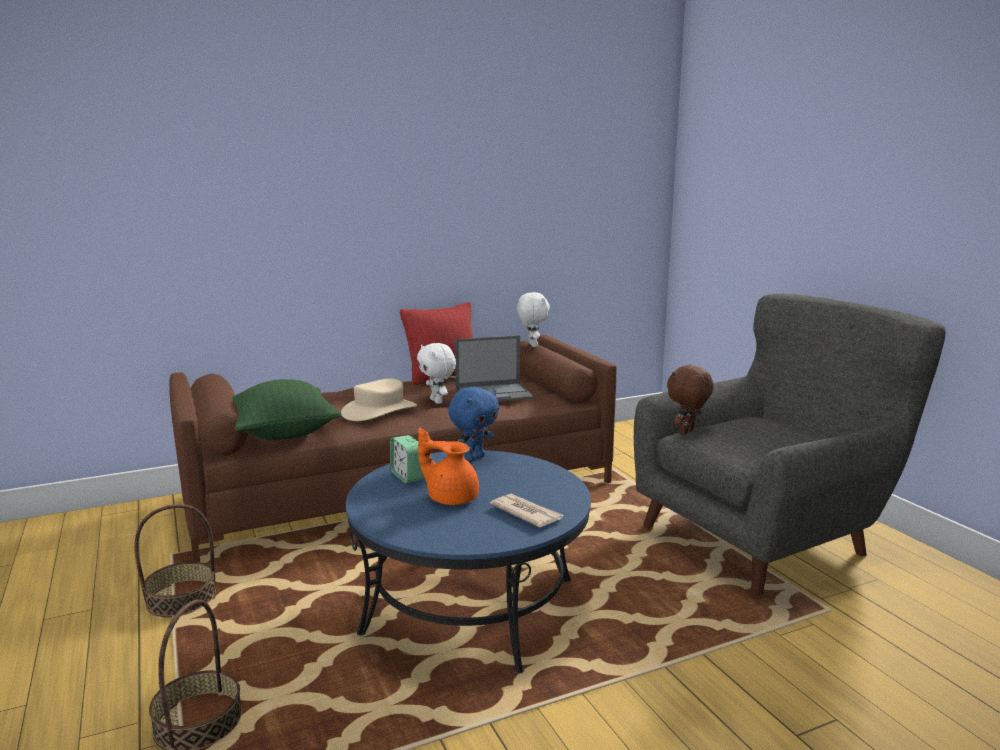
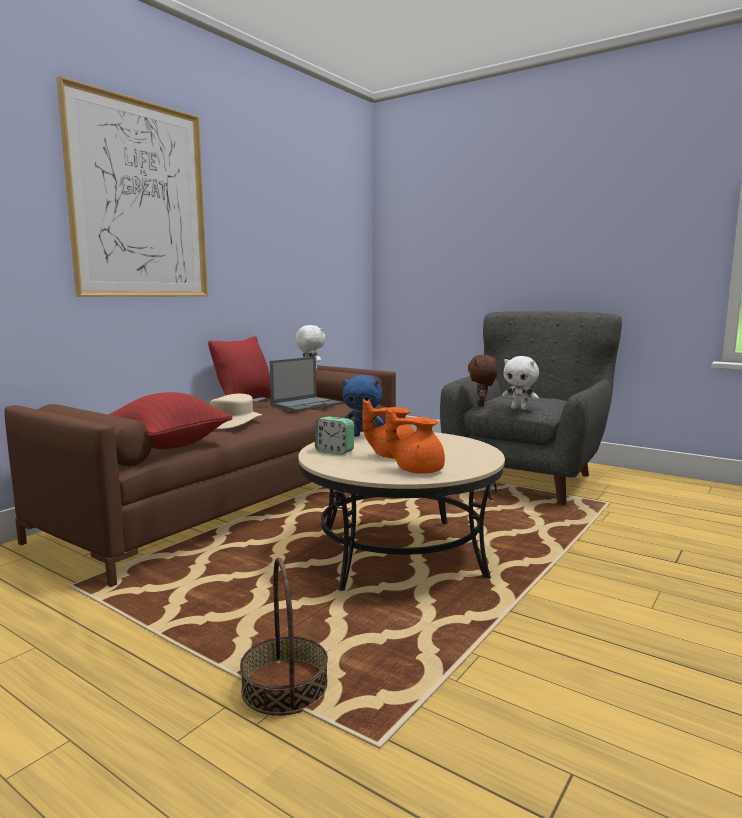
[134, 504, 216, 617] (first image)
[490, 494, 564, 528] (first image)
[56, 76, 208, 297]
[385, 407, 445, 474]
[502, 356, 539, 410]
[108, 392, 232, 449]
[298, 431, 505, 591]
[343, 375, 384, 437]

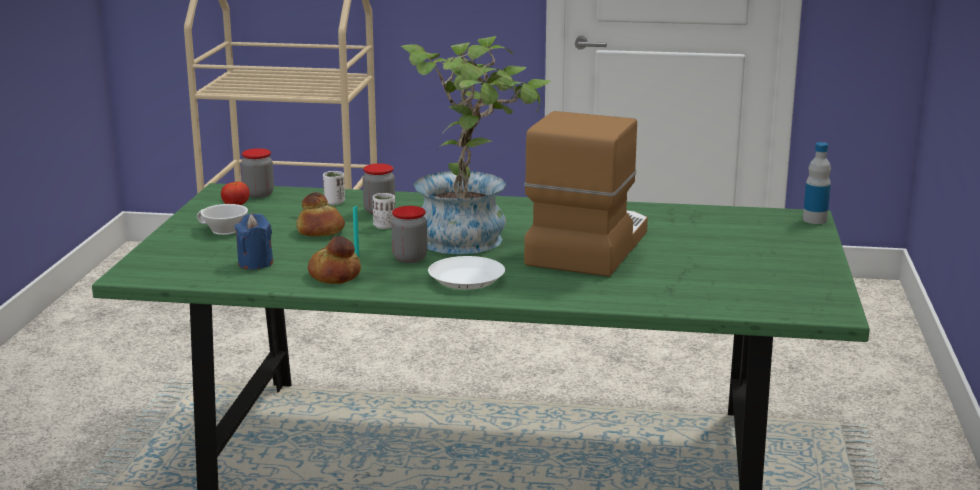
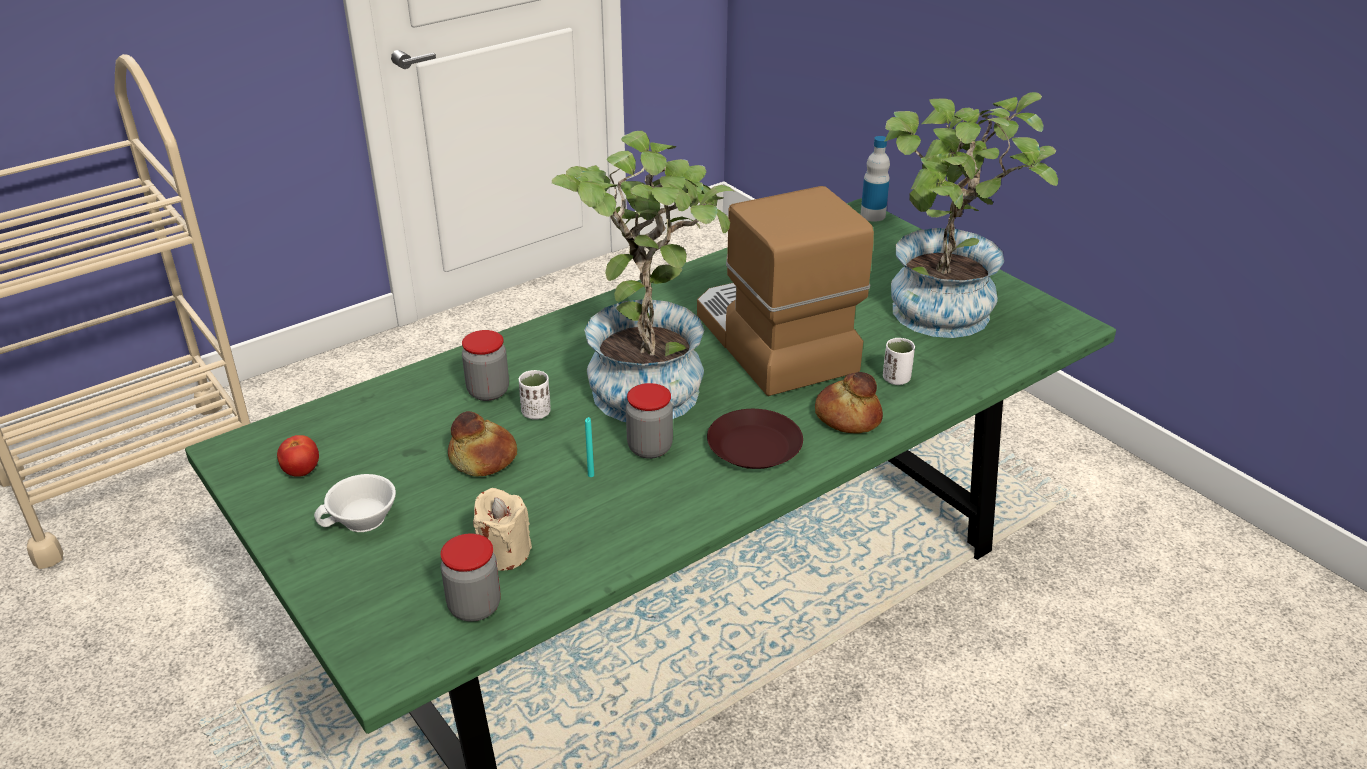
[884, 92, 1058, 338]
[441, 533, 500, 622]
[815, 372, 883, 433]
[883, 338, 915, 385]
[473, 488, 532, 571]
[707, 409, 803, 469]

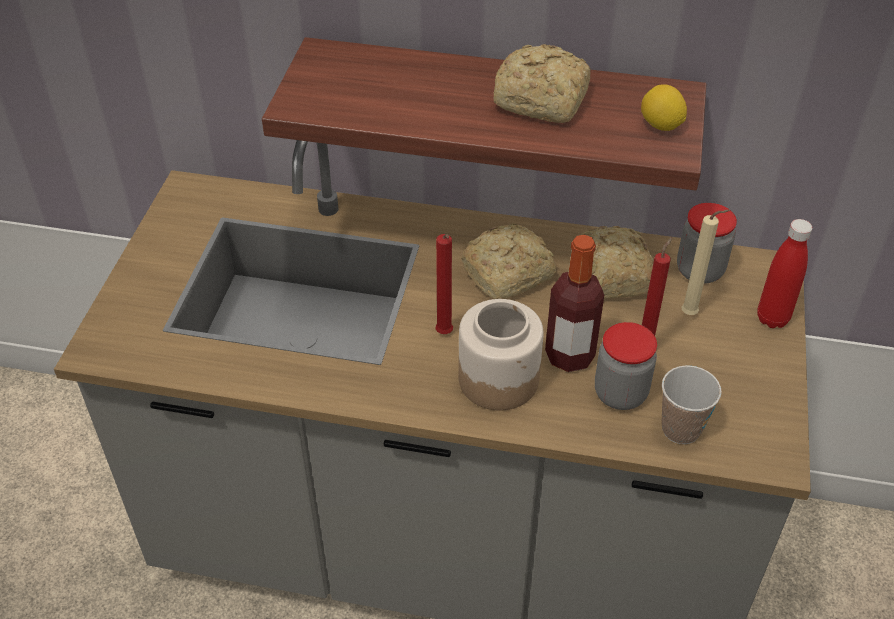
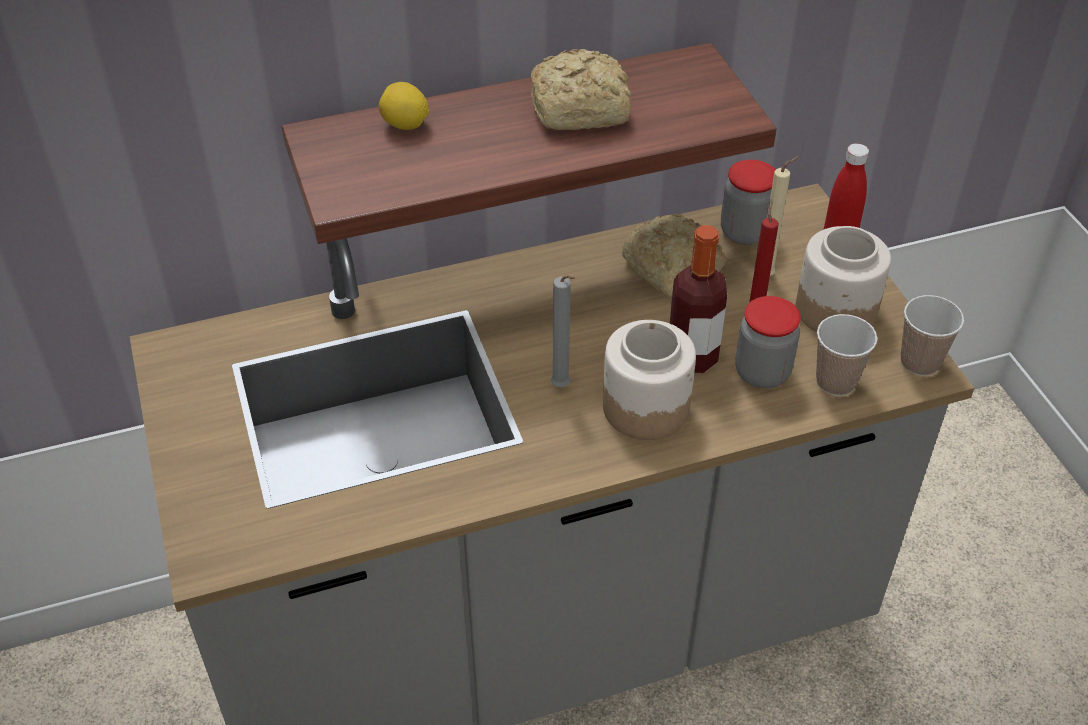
[461, 224, 556, 299] (first image)
[796, 226, 891, 332]
[901, 295, 964, 376]
[379, 82, 430, 130]
[551, 275, 575, 387]

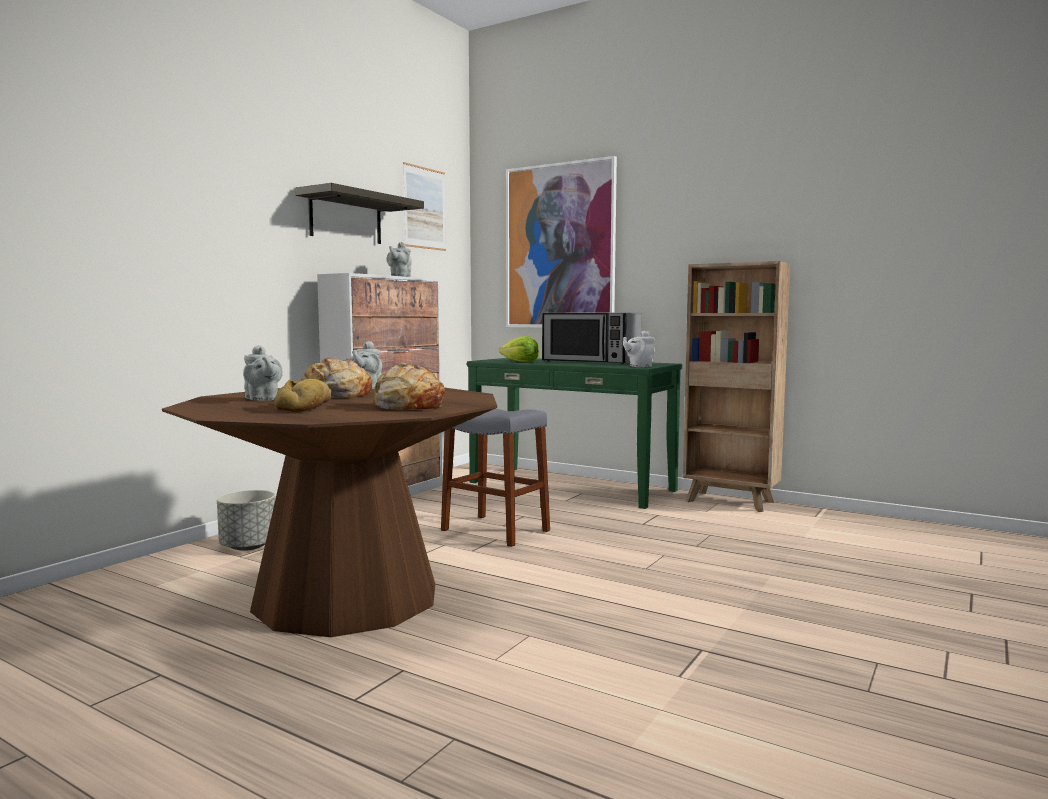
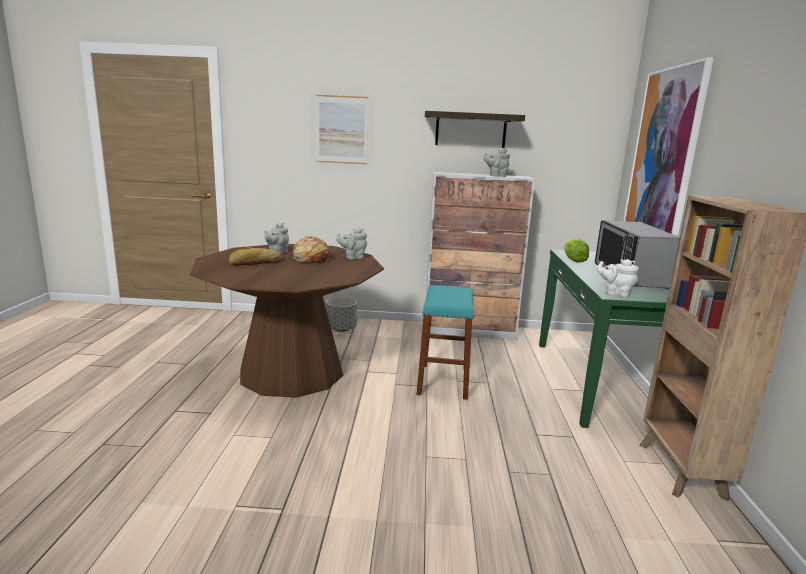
[372, 363, 445, 410] (first image)
[316, 95, 368, 164]
[417, 285, 474, 400]

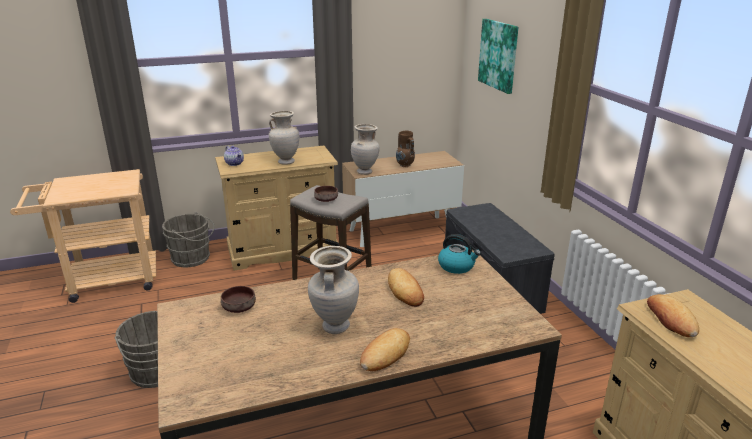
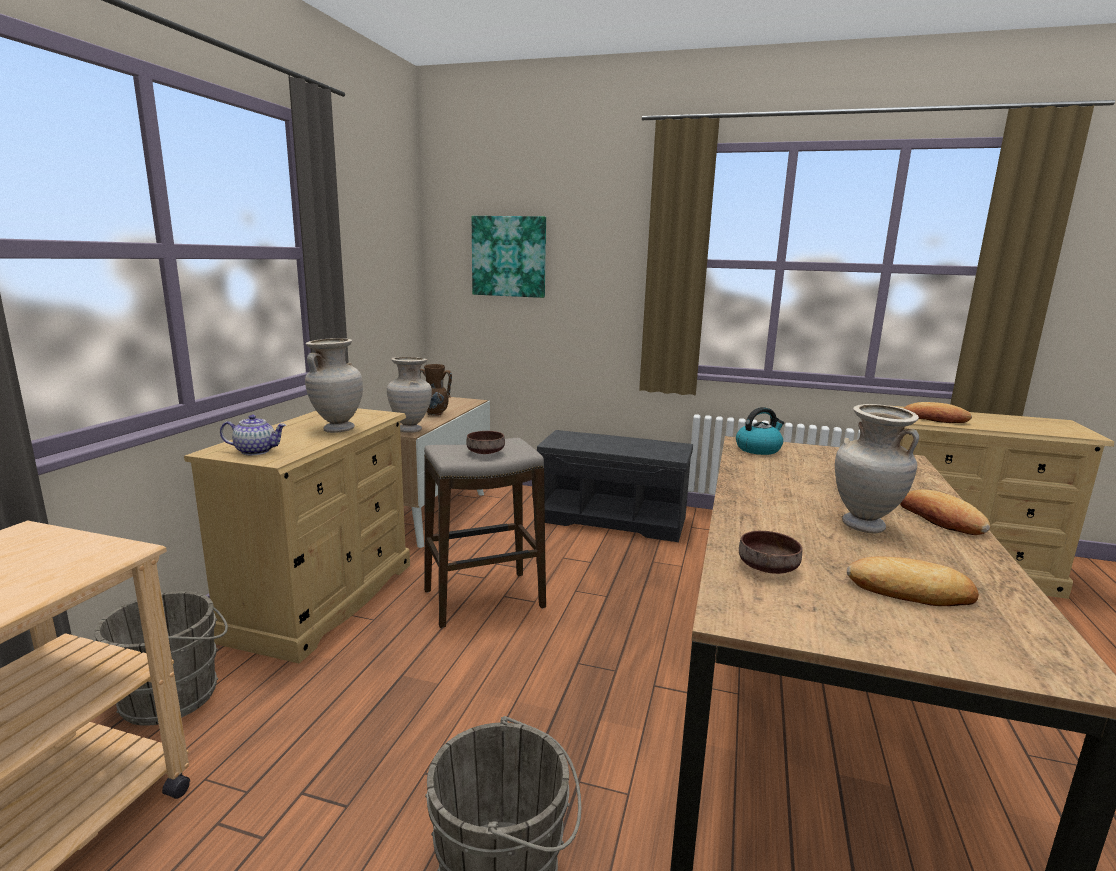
[847, 556, 979, 606]

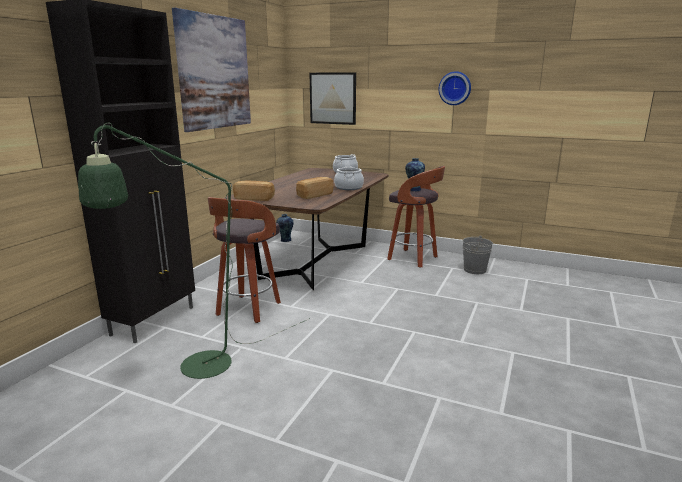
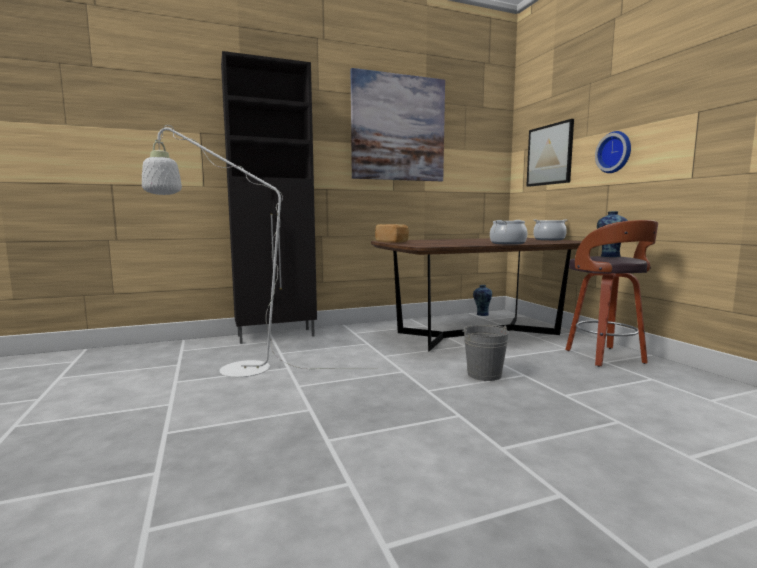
[208, 197, 281, 323] (first image)
[296, 177, 334, 199] (first image)
[595, 131, 631, 173]
[463, 325, 509, 381]
[142, 125, 378, 377]

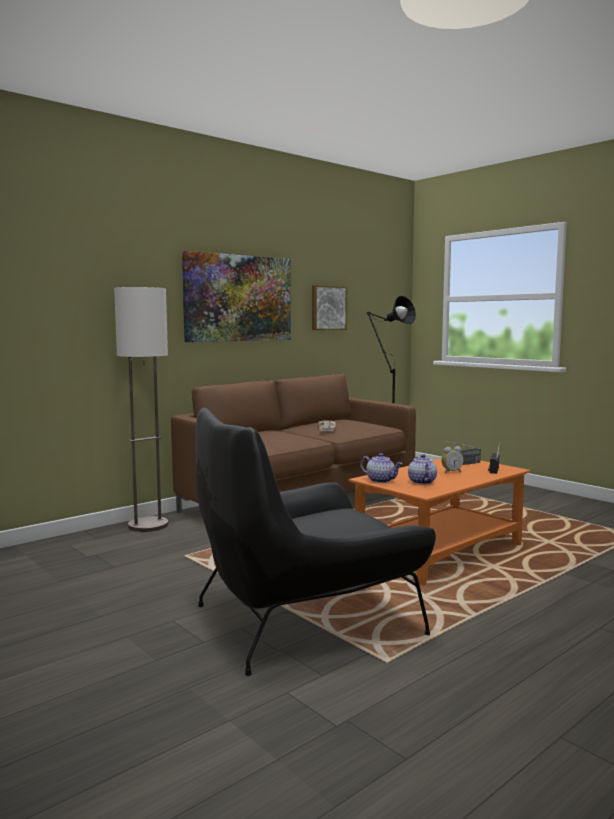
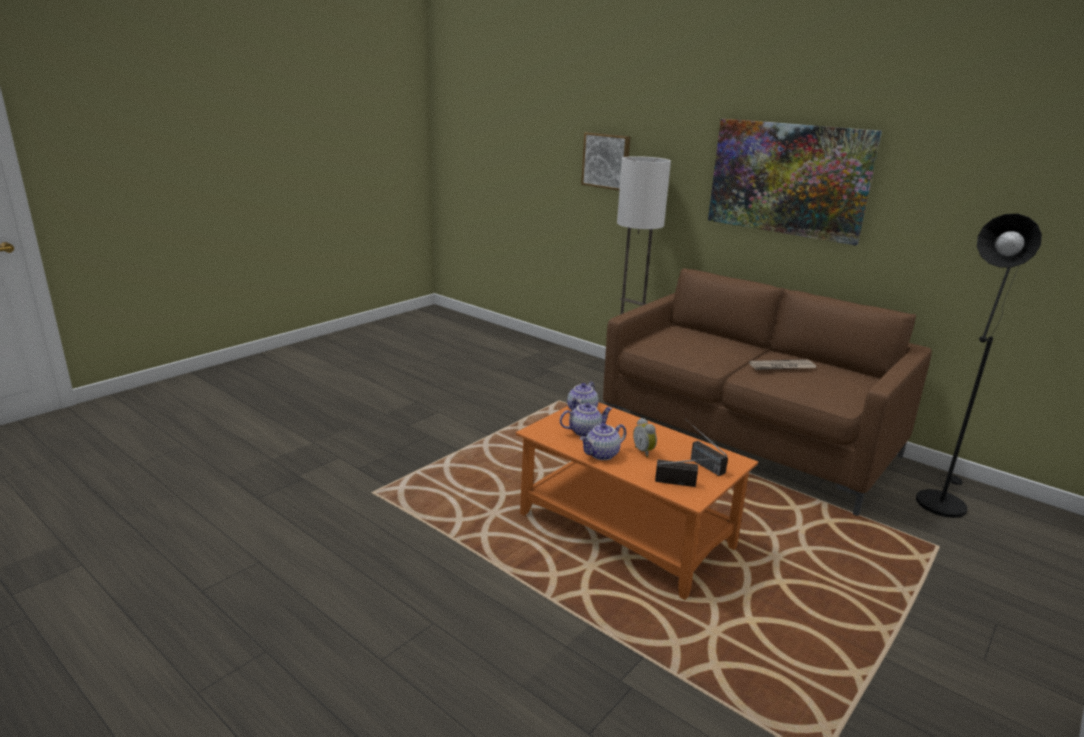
[196, 408, 436, 676] (first image)
[580, 423, 627, 460]
[581, 132, 630, 190]

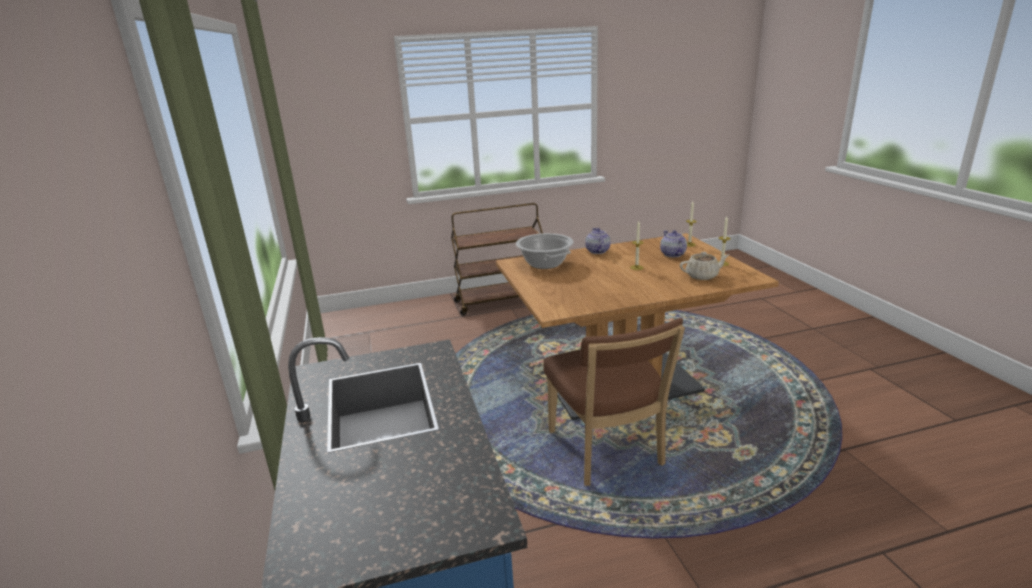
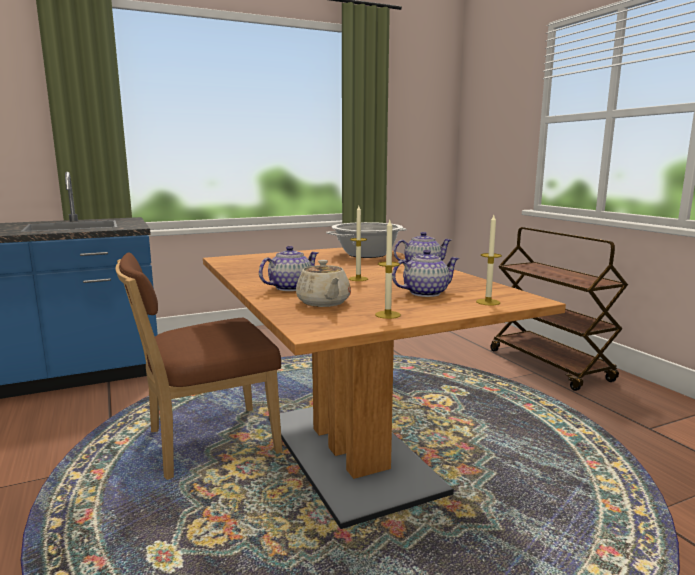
[259, 246, 318, 291]

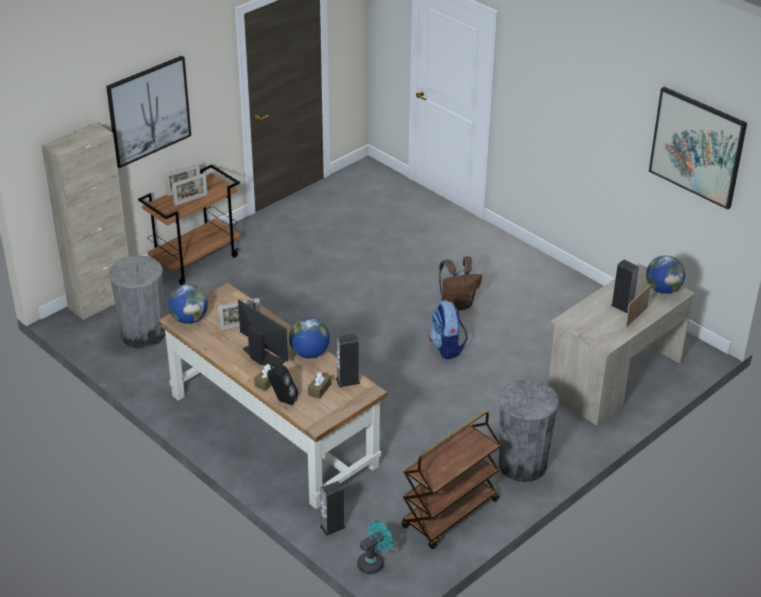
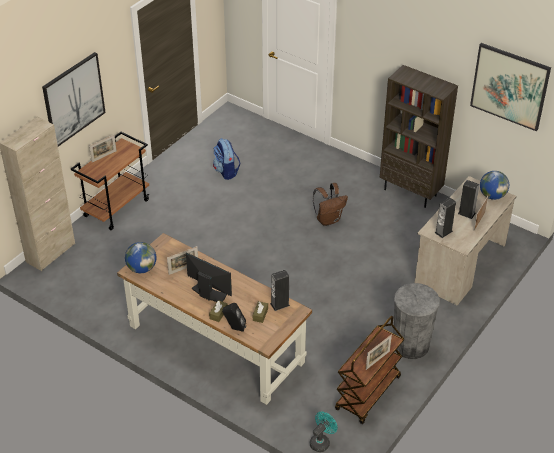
[109, 256, 165, 349] (first image)
[289, 318, 330, 358] (first image)
[380, 65, 458, 208]
[366, 335, 392, 370]
[435, 198, 456, 238]
[213, 138, 241, 180]

